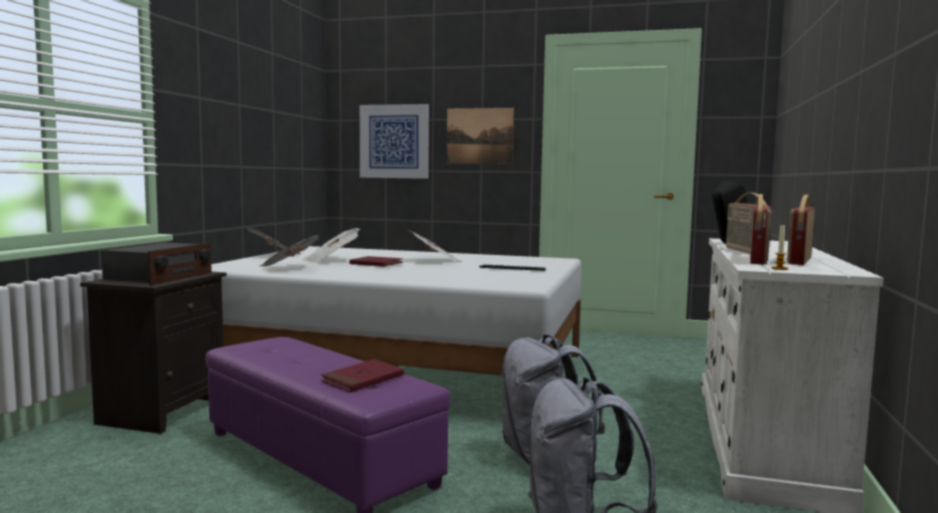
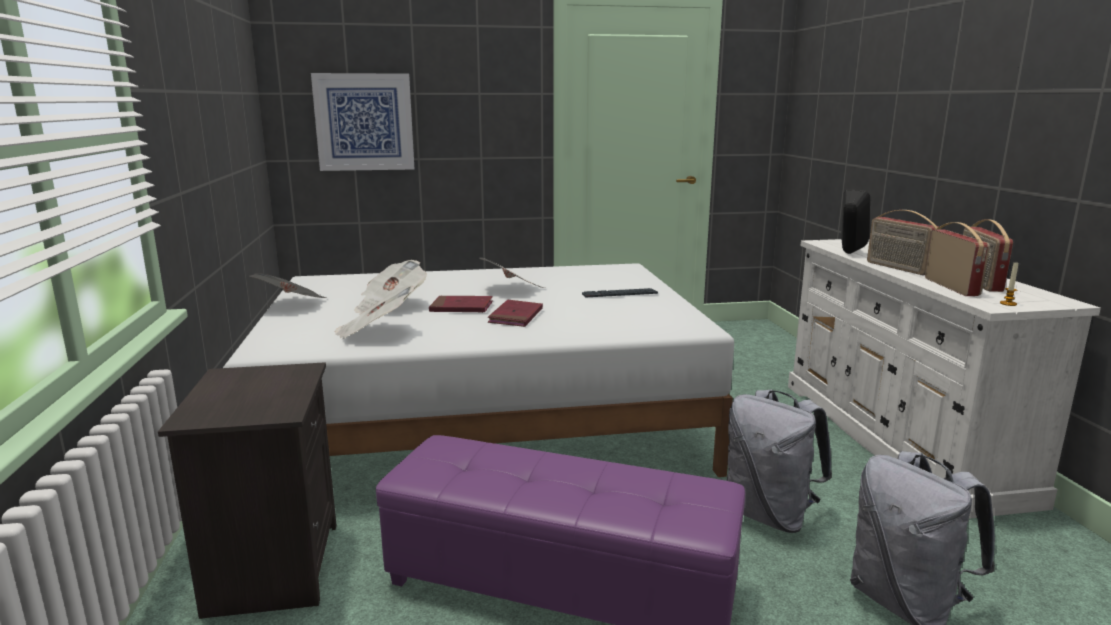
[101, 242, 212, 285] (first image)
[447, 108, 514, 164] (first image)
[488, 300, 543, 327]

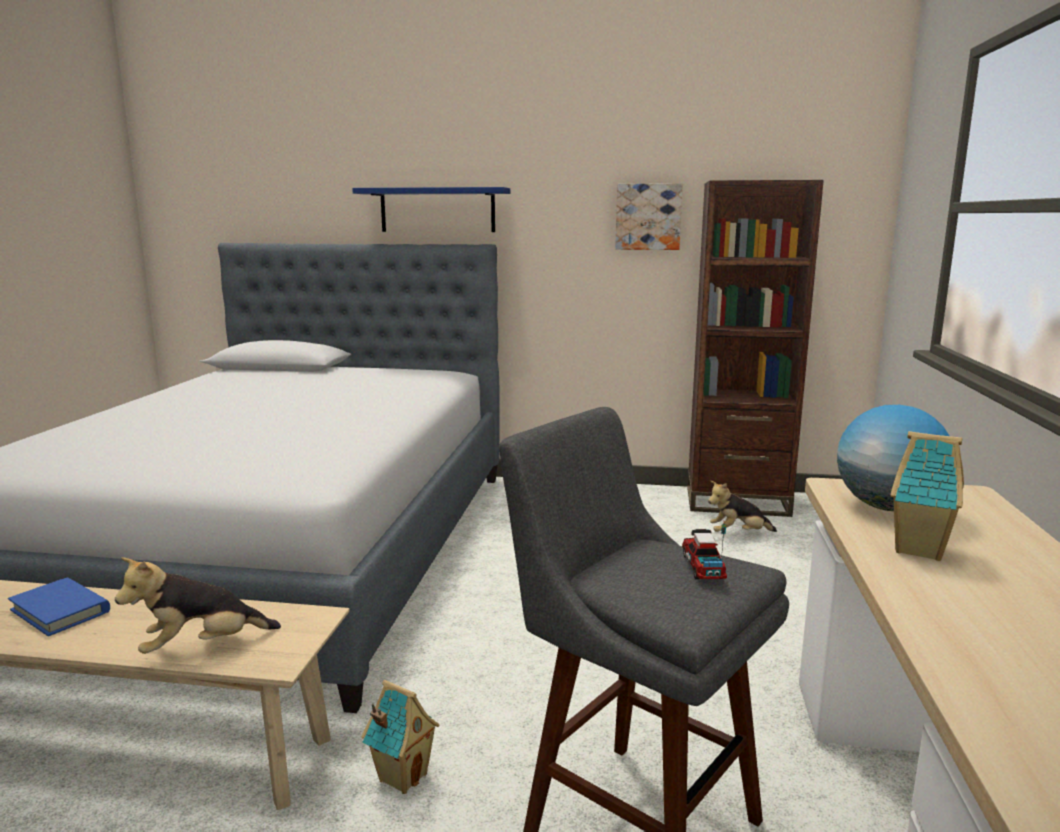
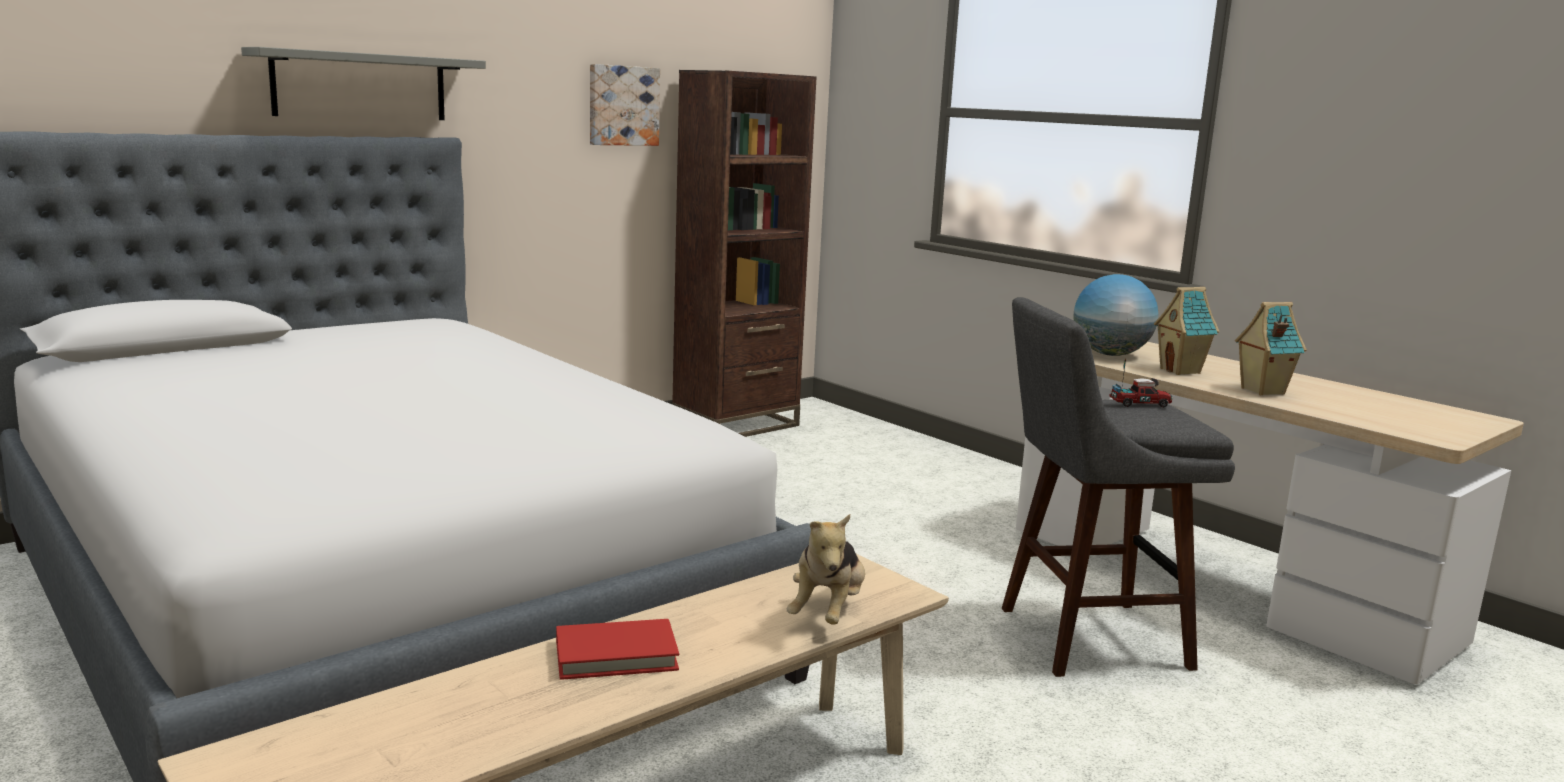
[708, 481, 777, 532] (first image)
[1235, 302, 1307, 395]
[556, 619, 679, 680]
[241, 47, 486, 120]
[1109, 358, 1174, 408]

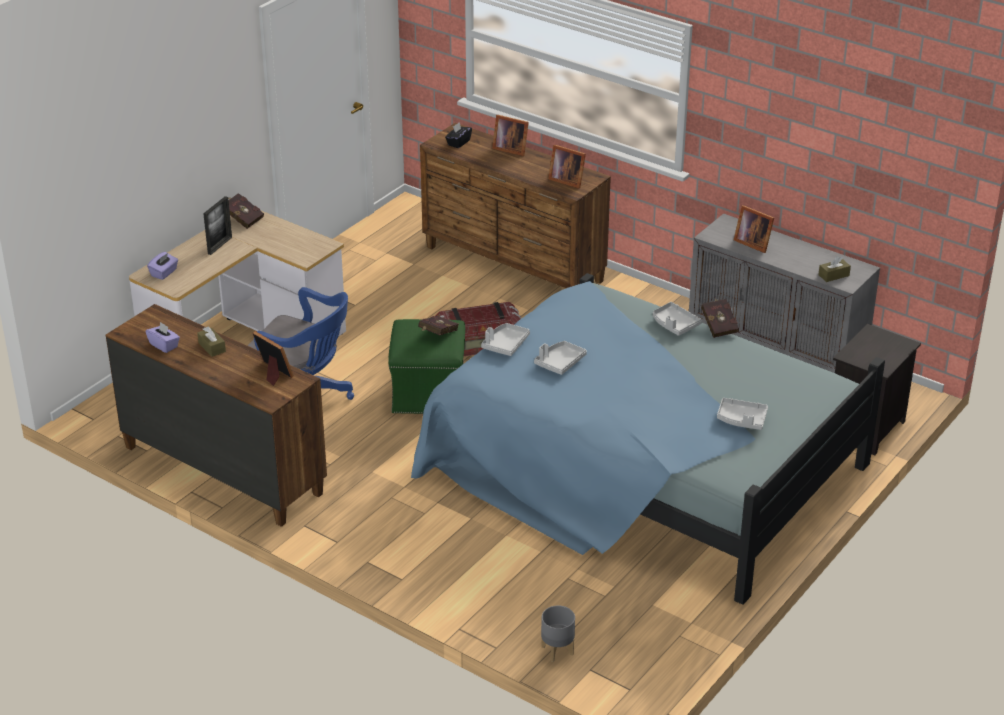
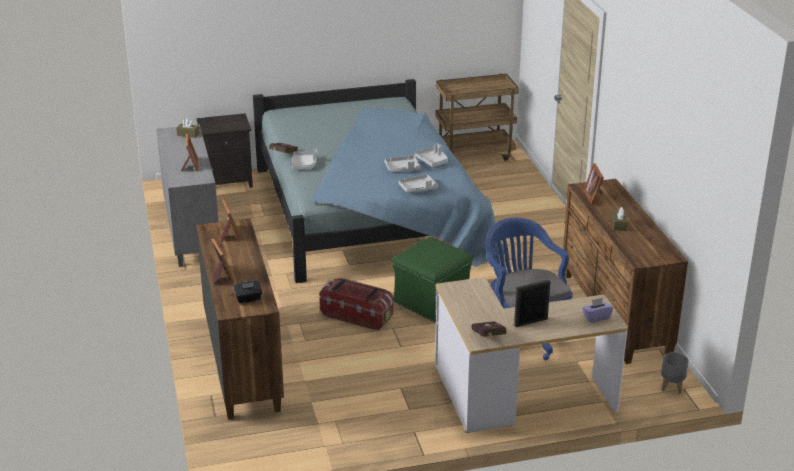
[146, 322, 180, 353] (first image)
[418, 316, 459, 335] (first image)
[435, 74, 519, 161]
[661, 352, 689, 394]
[415, 143, 448, 167]

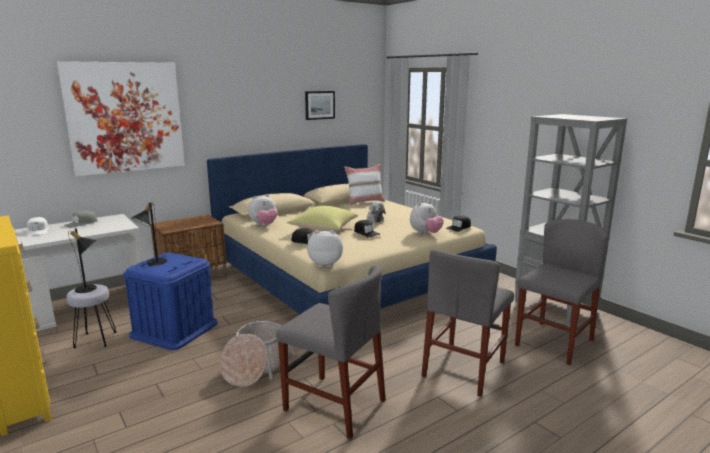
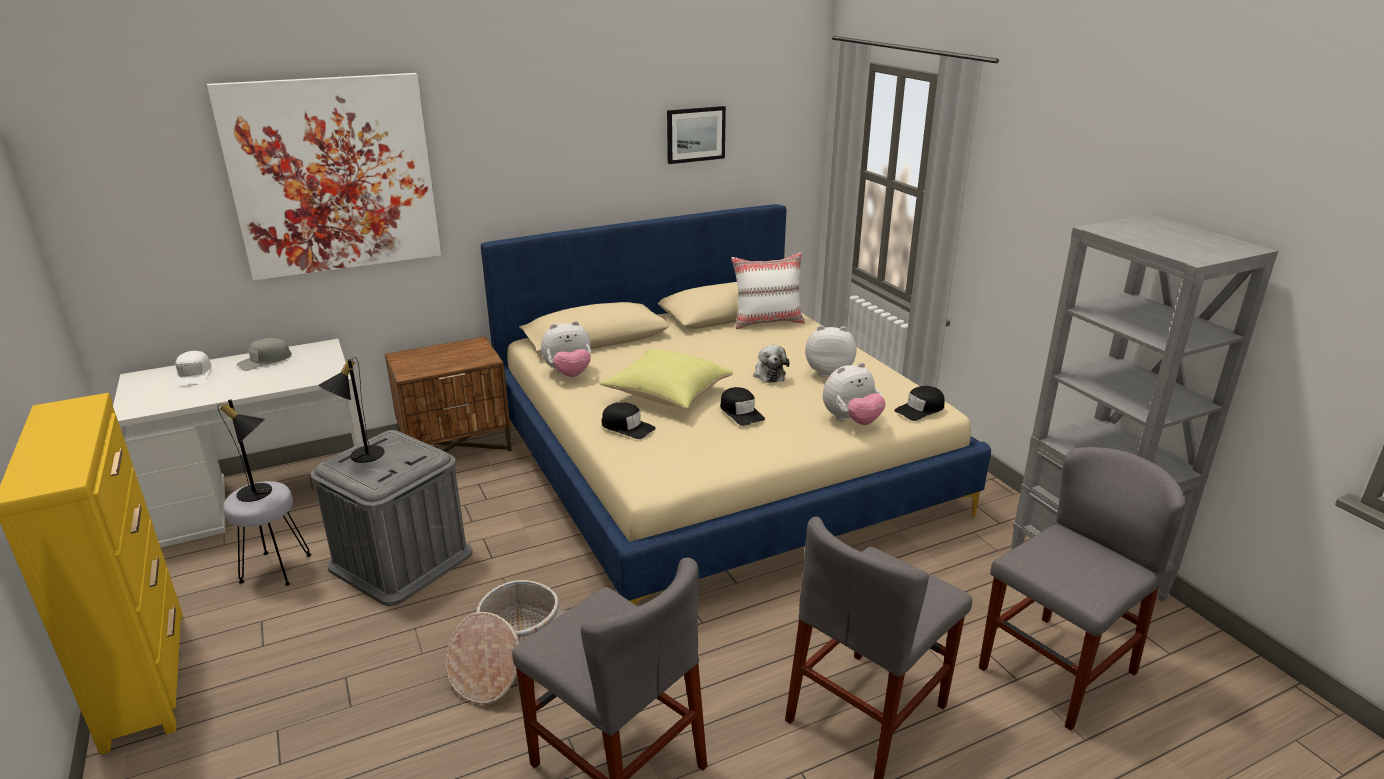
[805, 325, 857, 377]
[311, 430, 472, 606]

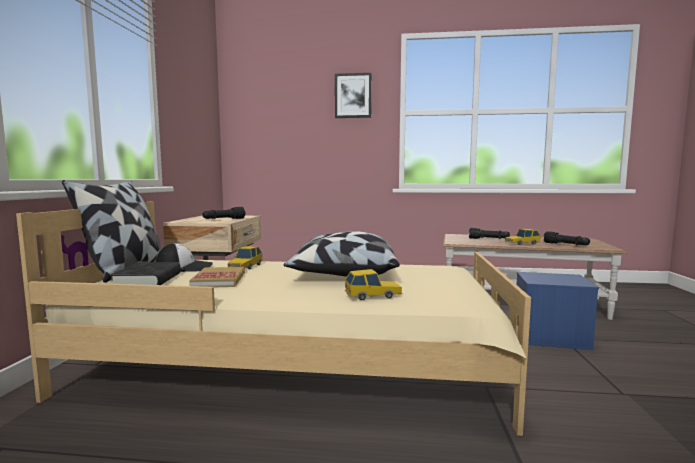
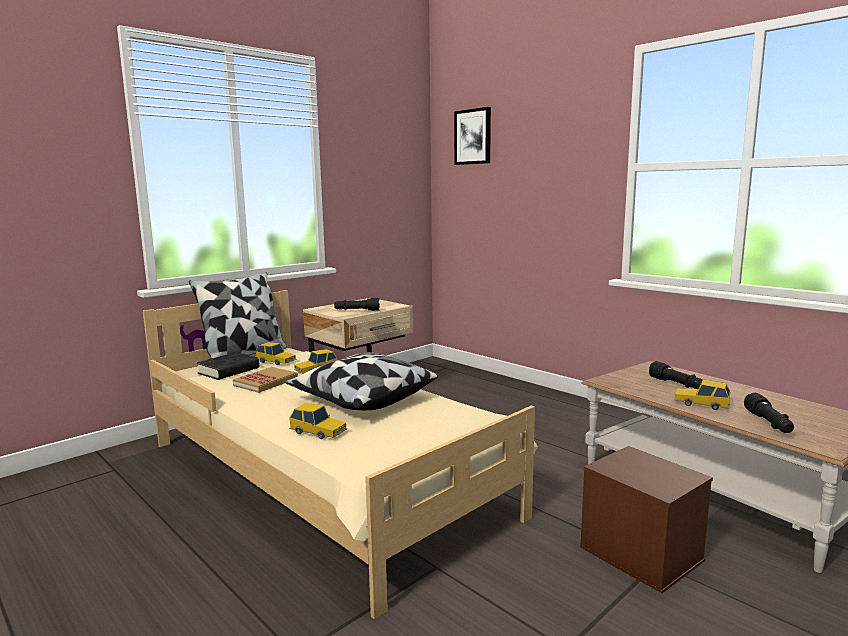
[454, 107, 491, 165]
[256, 342, 296, 365]
[580, 446, 713, 593]

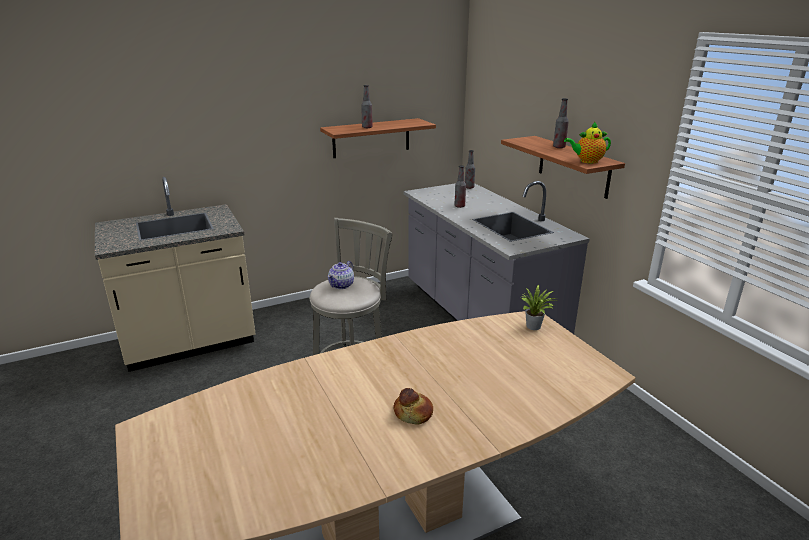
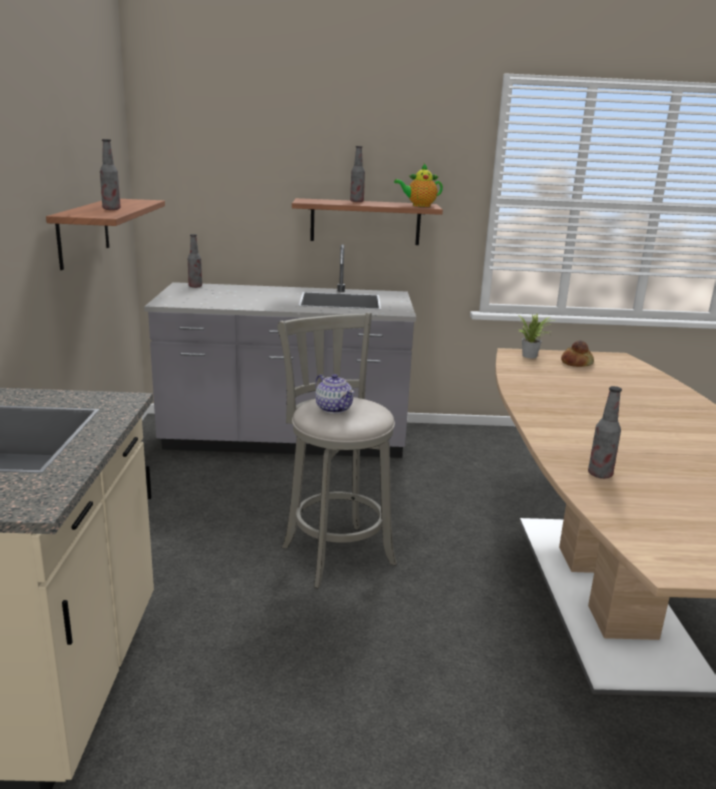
[561, 340, 594, 367]
[588, 386, 622, 479]
[394, 164, 443, 207]

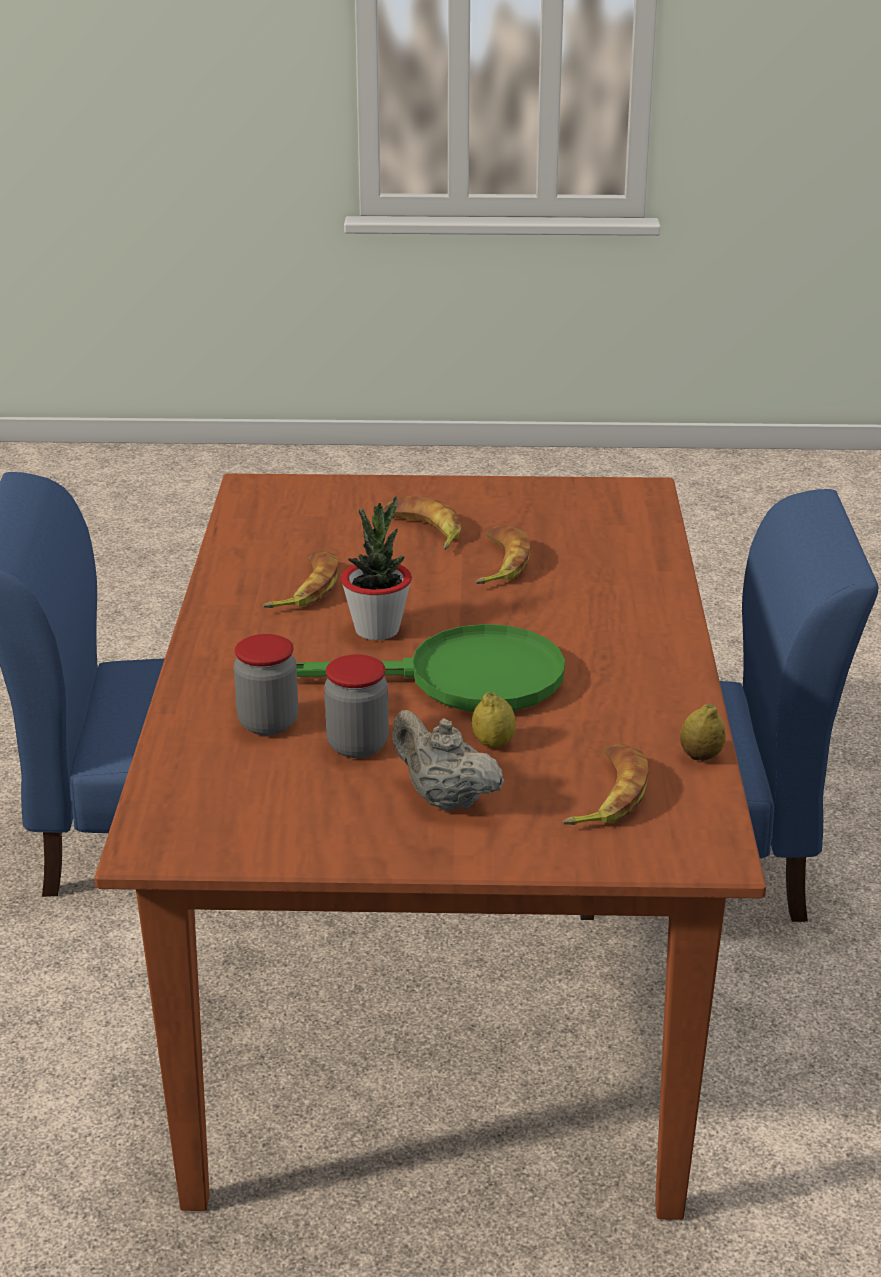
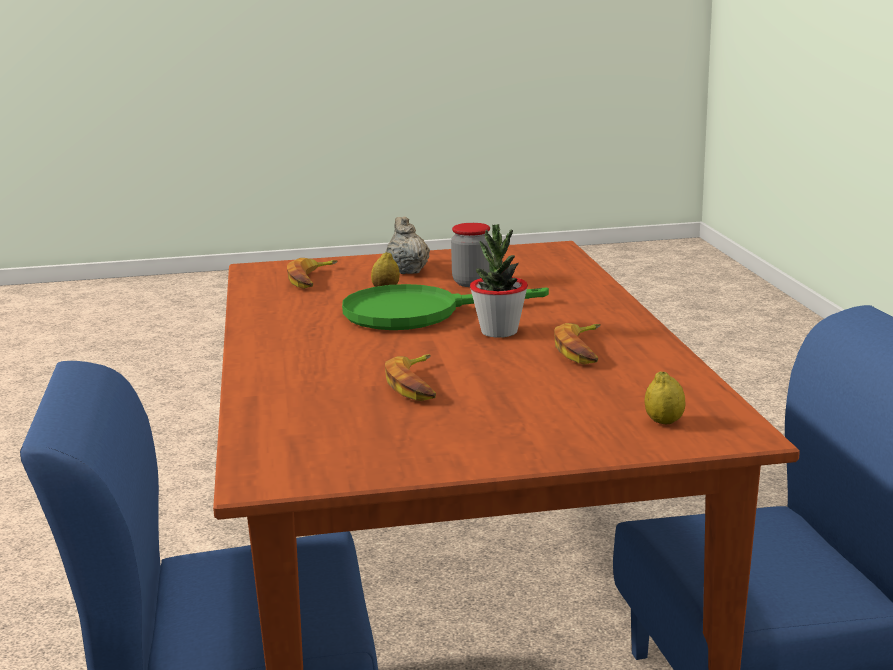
[234, 634, 298, 735] (first image)
[383, 496, 461, 550] (first image)
[644, 371, 686, 424]
[386, 216, 430, 274]

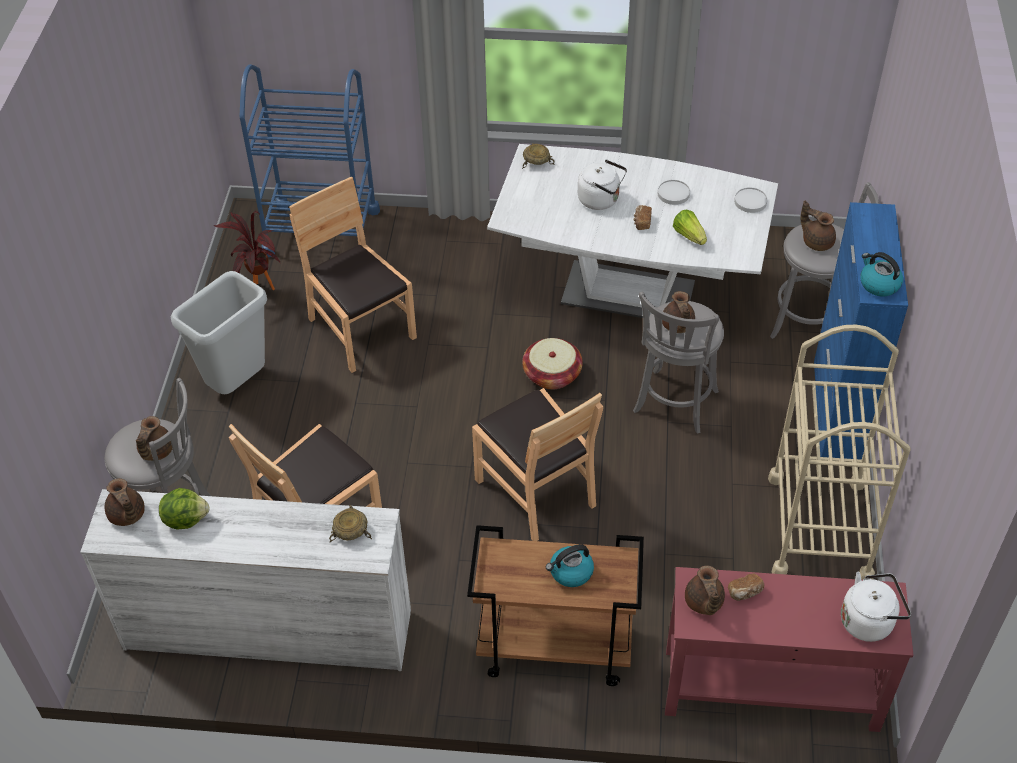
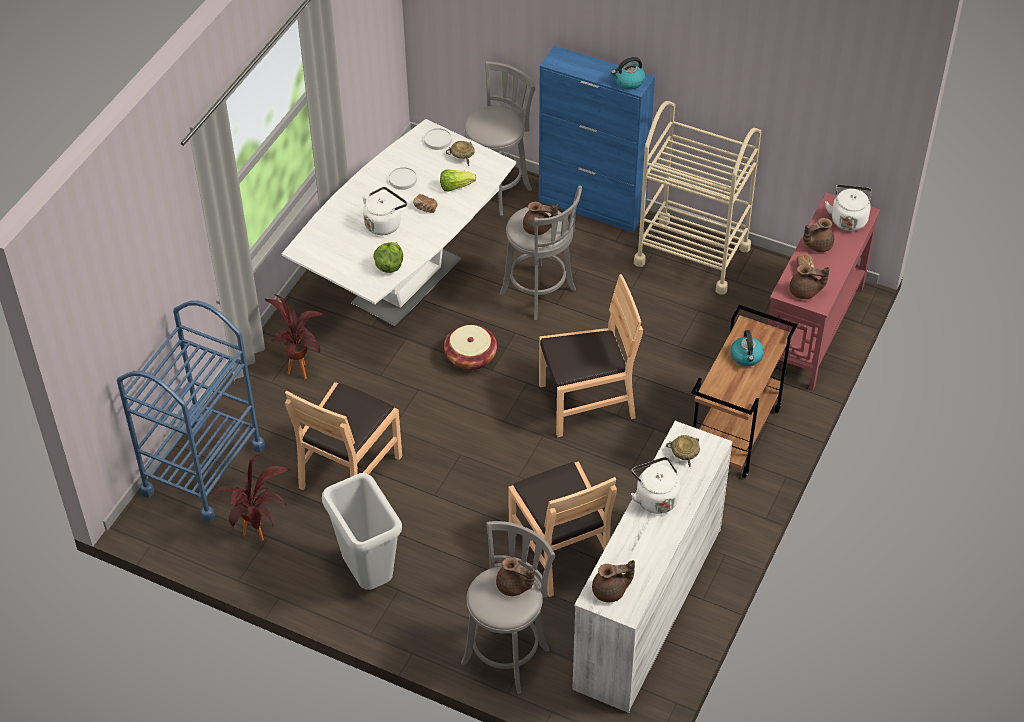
[265, 294, 324, 379]
[631, 457, 680, 514]
[374, 242, 403, 273]
[446, 141, 475, 166]
[803, 218, 834, 252]
[285, 382, 402, 490]

